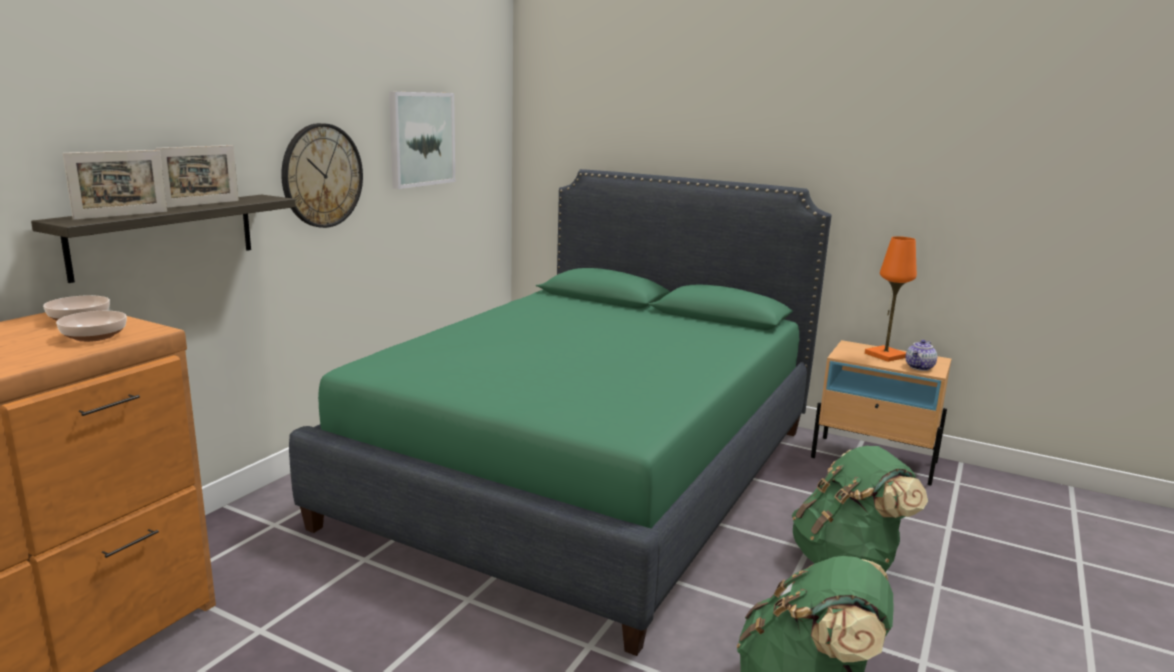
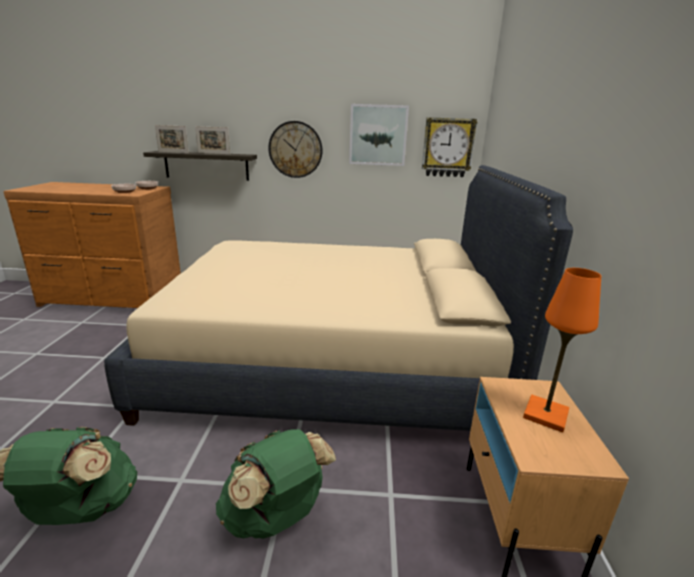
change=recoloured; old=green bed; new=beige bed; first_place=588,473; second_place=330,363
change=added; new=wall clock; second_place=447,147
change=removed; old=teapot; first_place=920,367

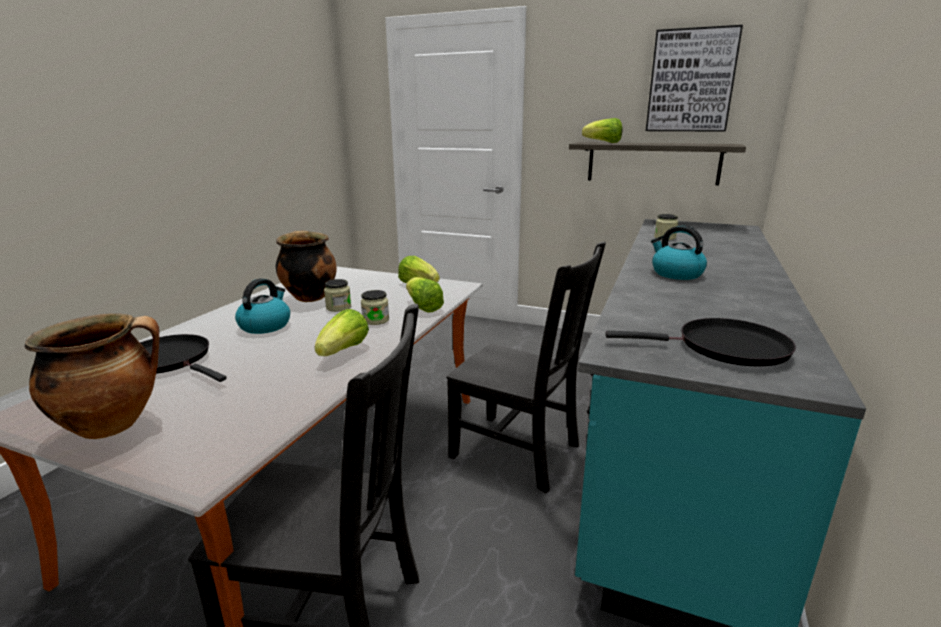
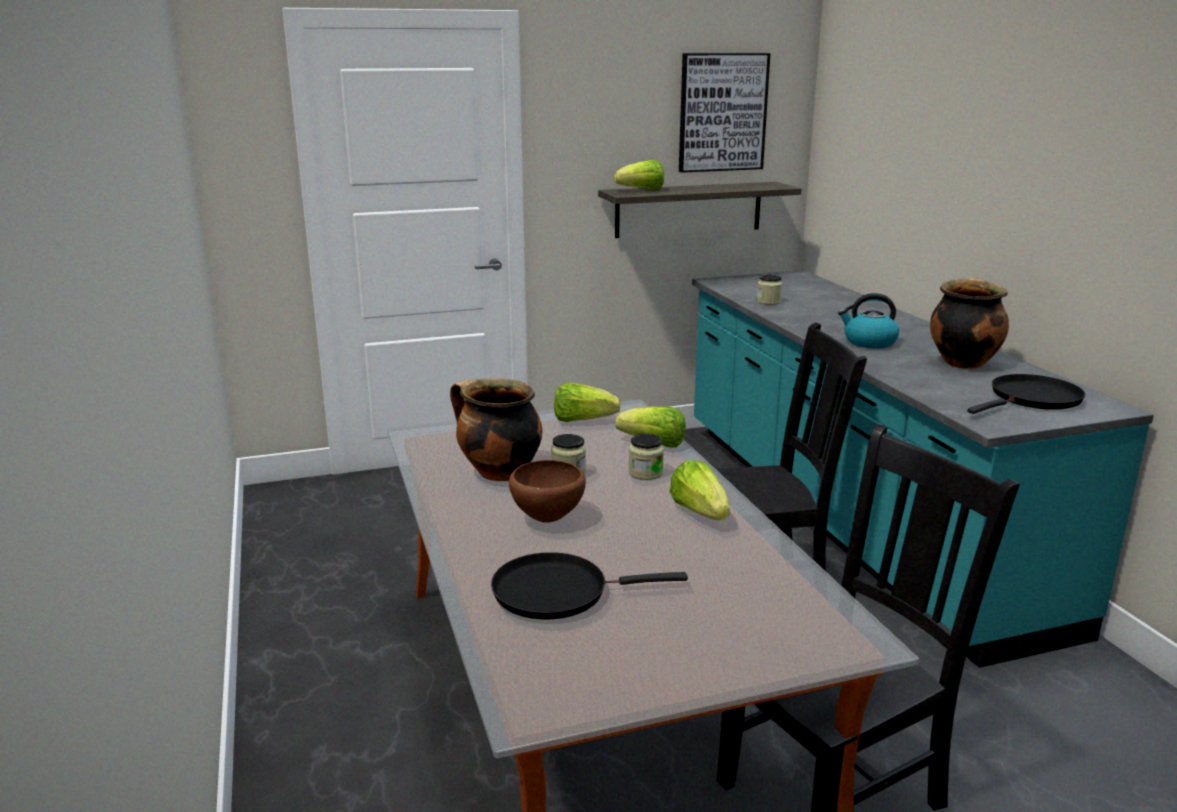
change=replaced; old=kettle; new=brown bowl; first_place=265,325; second_place=547,520
change=moved; old=cooking pot; first_place=113,424; second_place=962,362

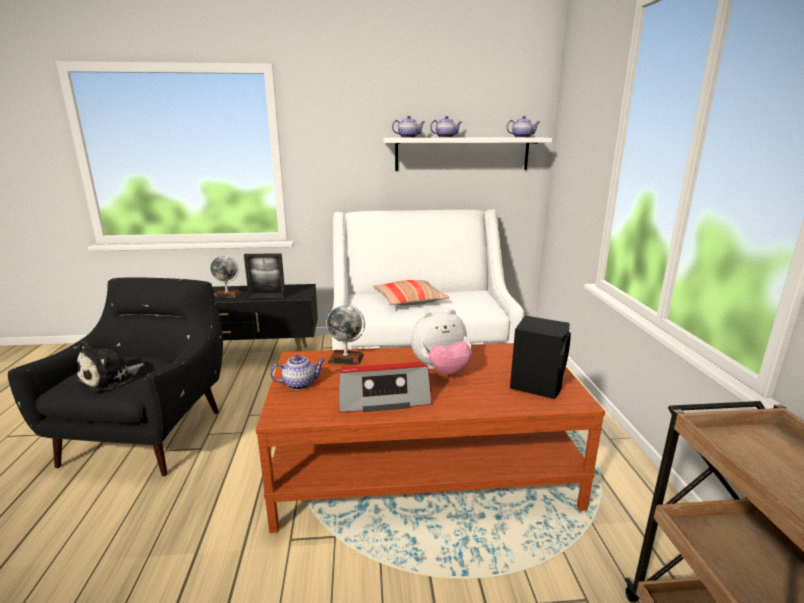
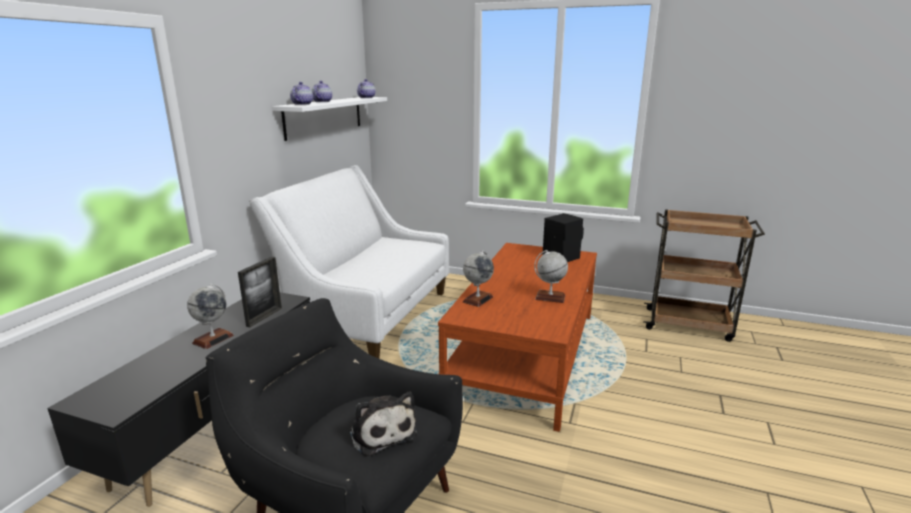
change=replaced; old=radio; new=globe; first_place=383,398; second_place=550,297
change=removed; old=teapot; first_place=300,384
change=removed; old=pillow; first_place=409,300
change=removed; old=plush toy; first_place=441,370

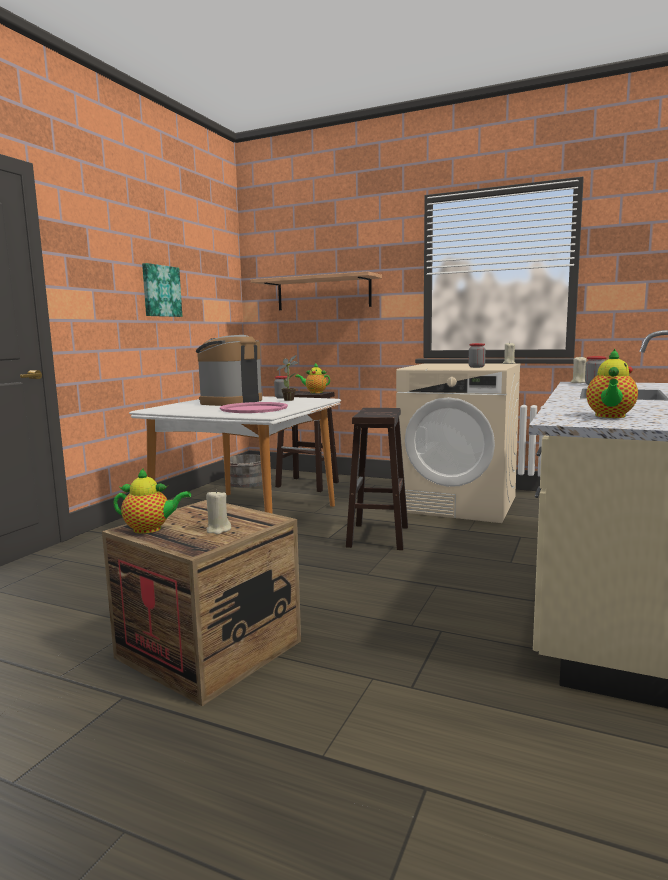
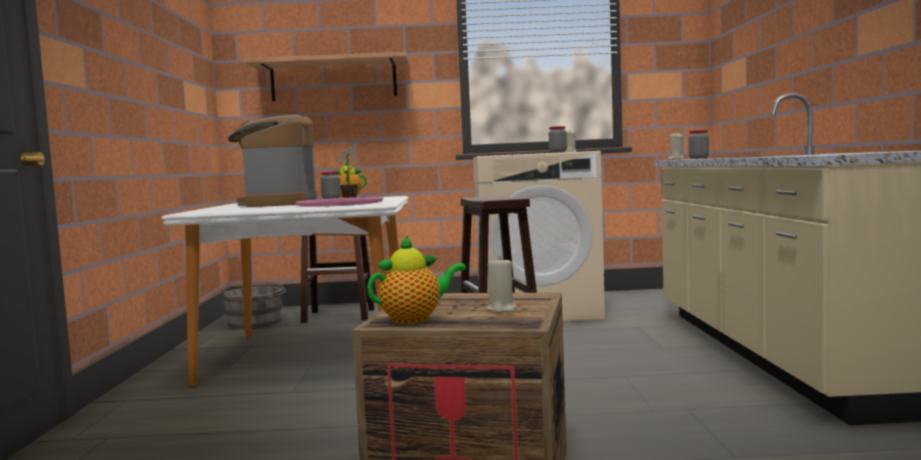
change=removed; old=picture; first_place=161,291
change=removed; old=teapot; first_place=610,416

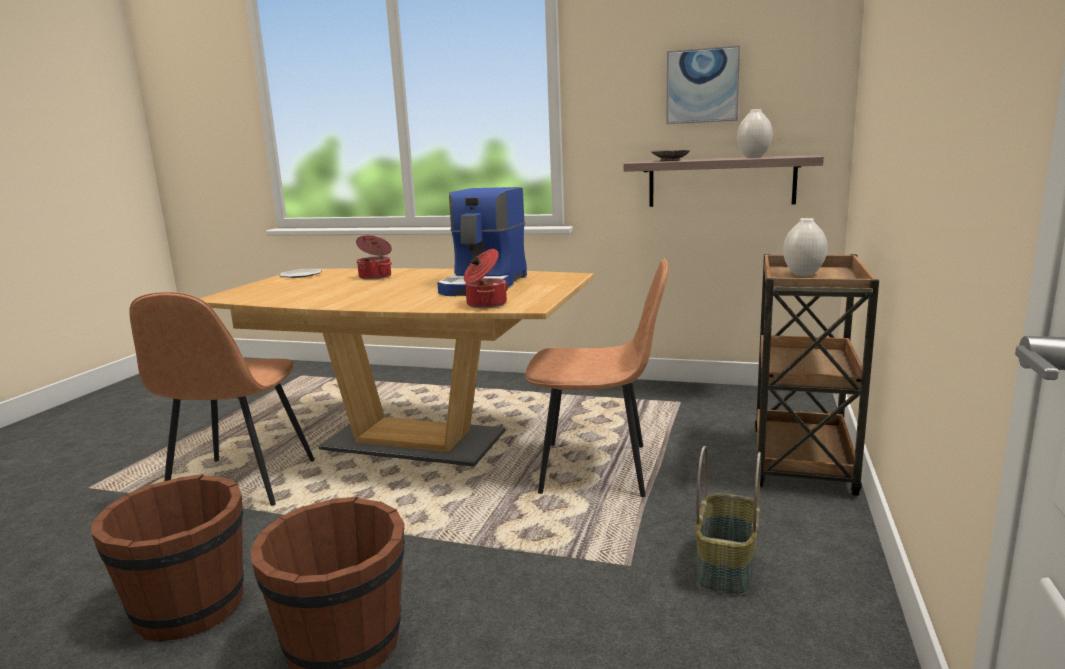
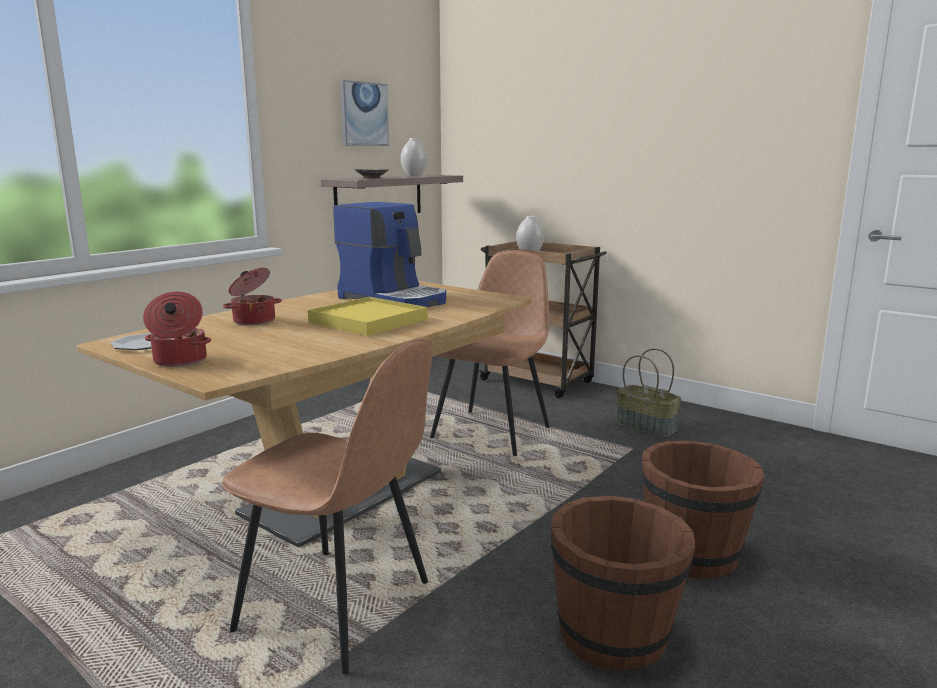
change=moved; old=cooking pot; first_place=485,304; second_place=179,361
change=added; new=yellow tray; second_place=368,321

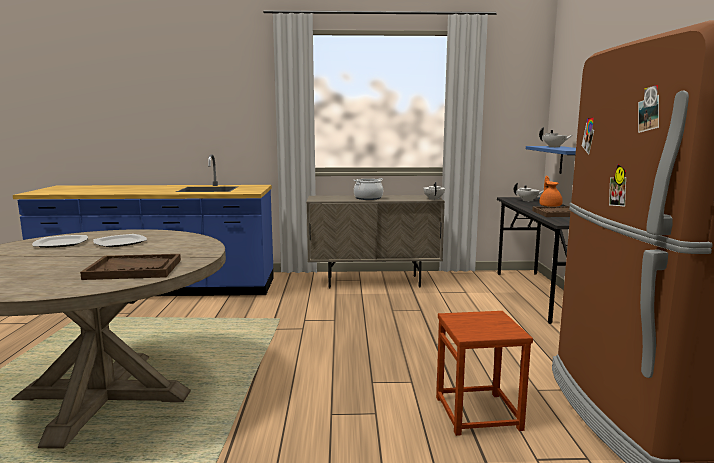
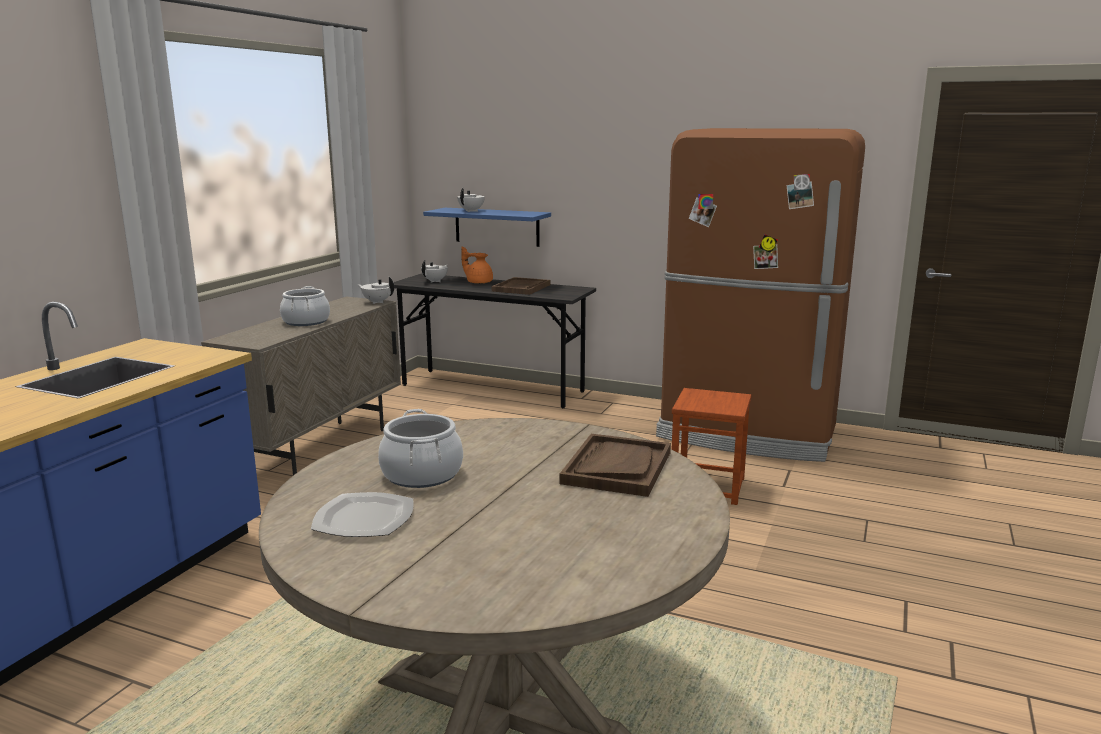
change=replaced; old=plate; new=cooking pot; first_place=120,242; second_place=421,474

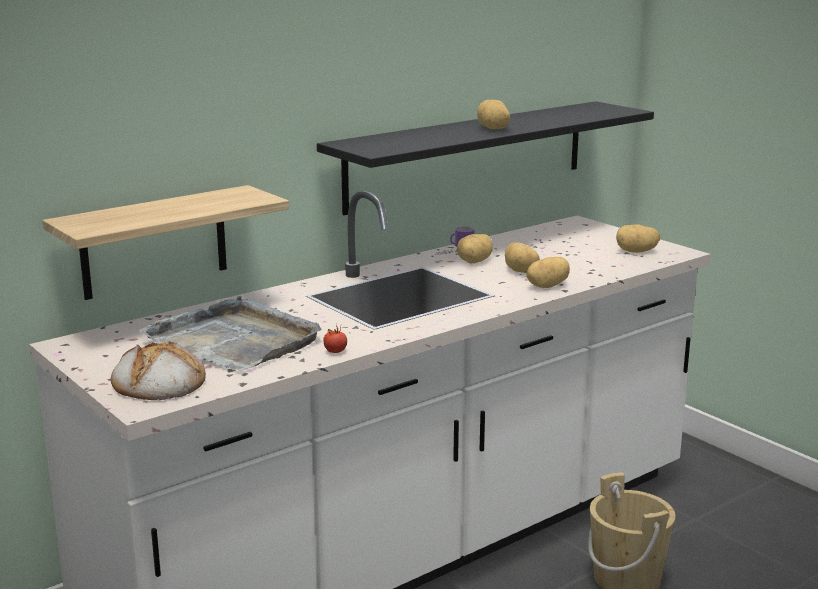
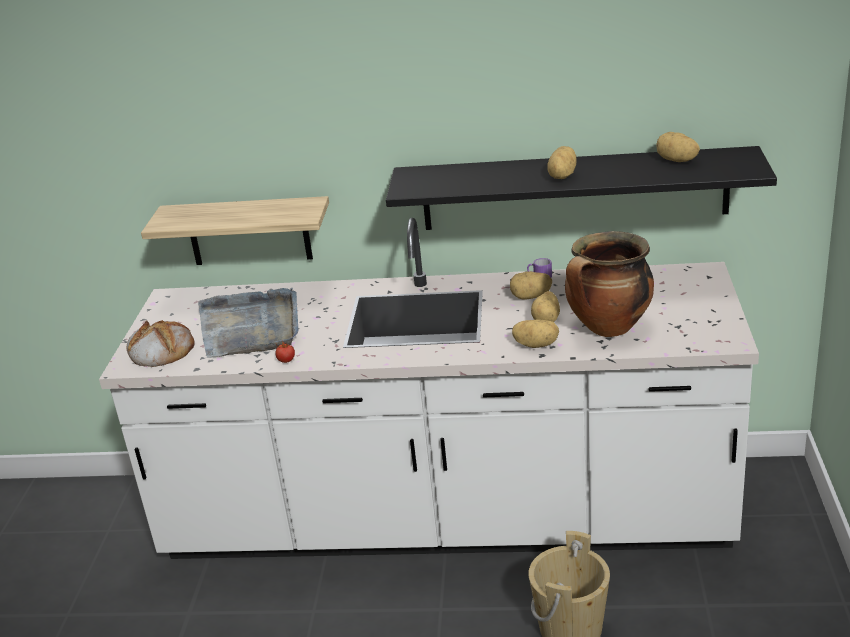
change=added; new=cooking pot; second_place=608,328
change=moved; old=potato; first_place=636,252; second_place=676,161

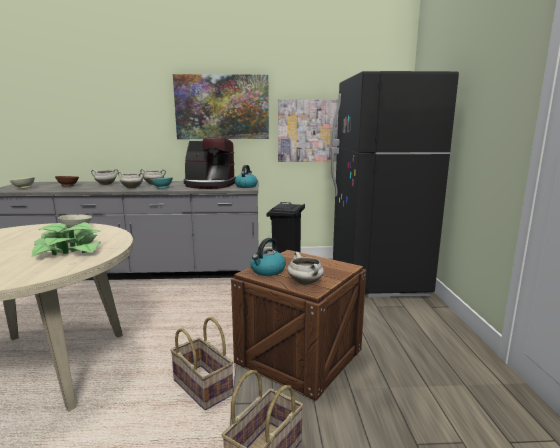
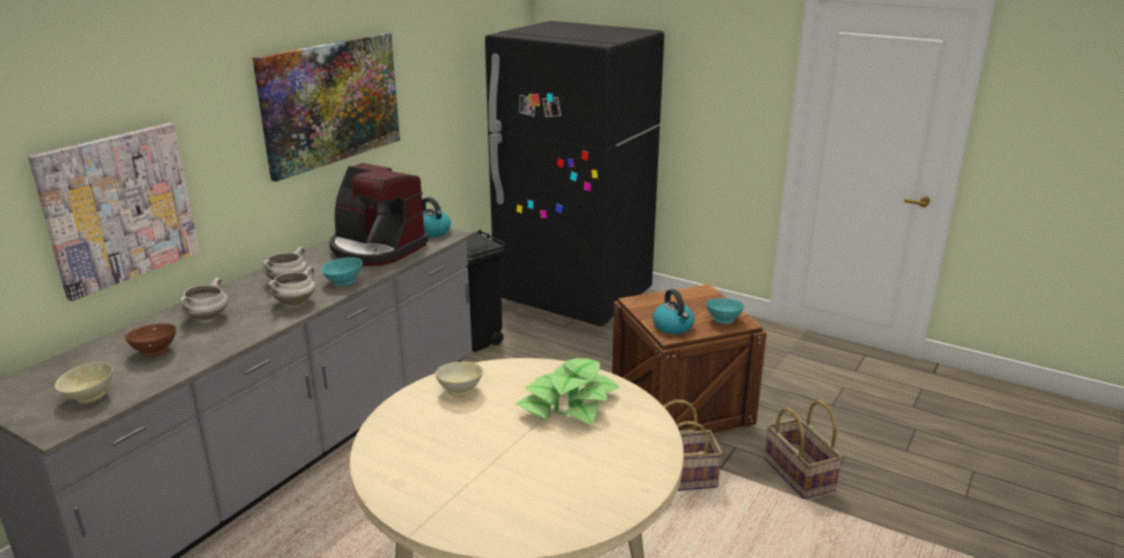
change=moved; old=picture; first_place=307,130; second_place=119,208
change=turned; old=coffee machine; first_place=209,185; second_place=376,248; degrees=75
change=replaced; old=white cooking pot; new=turquoise bowl; first_place=306,283; second_place=724,320

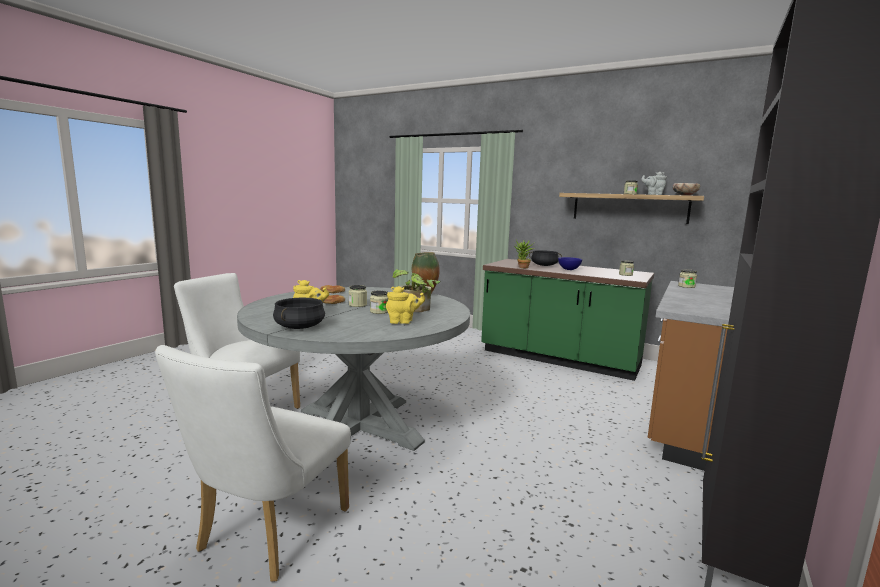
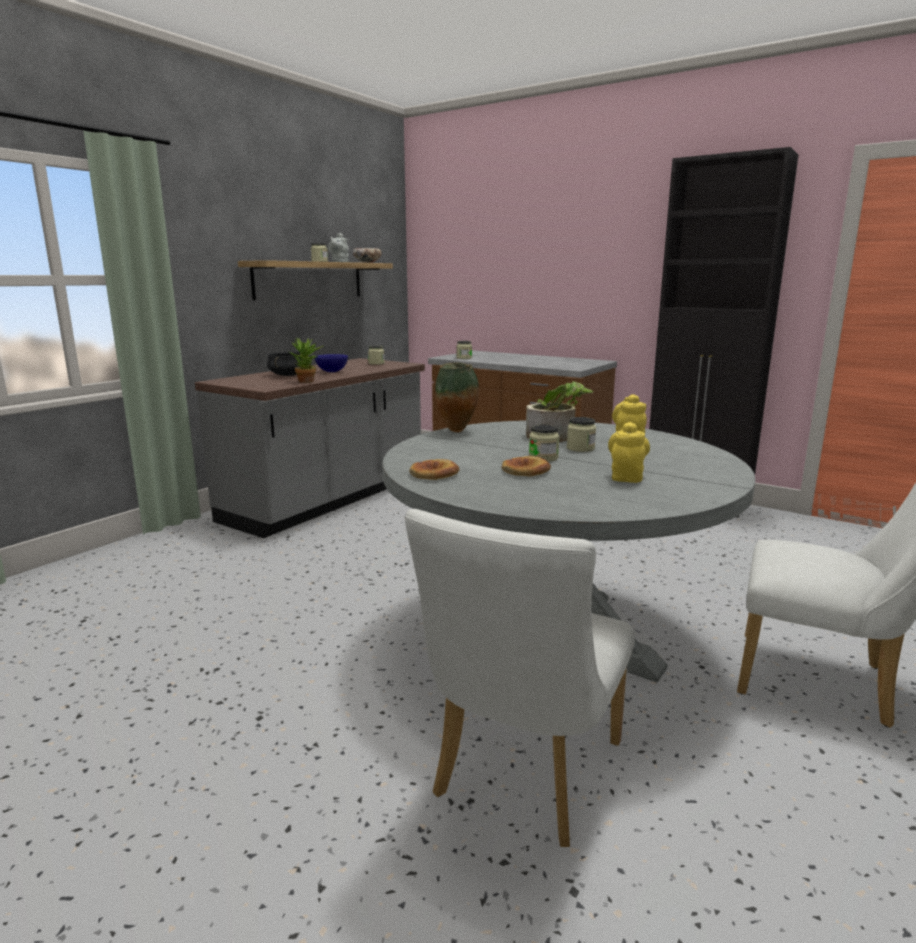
change=recoloured; old=green counter; new=grey counter; first_place=559,359; second_place=328,500
change=removed; old=black cooking pot; first_place=300,327

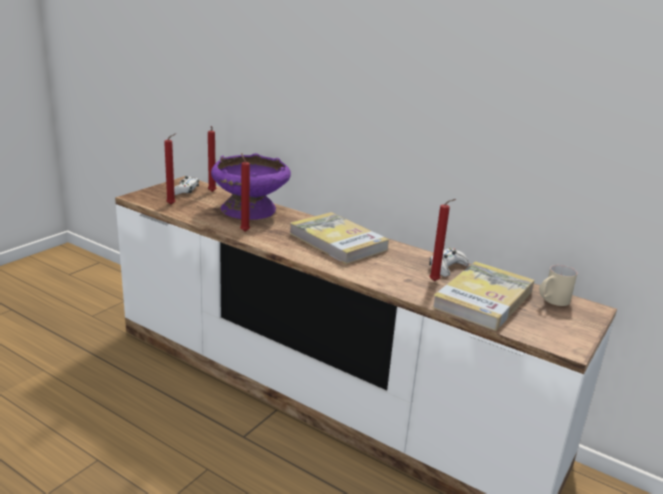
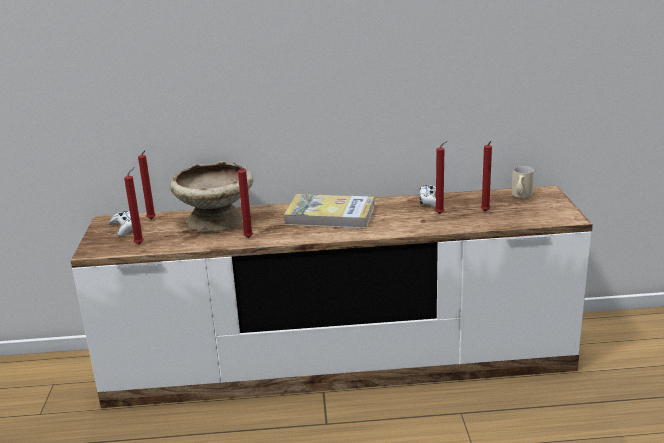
change=recoloured; old=purple bowl; new=beige bowl; first_place=250,209; second_place=216,220
change=replaced; old=book; new=red candle; first_place=483,299; second_place=485,212

